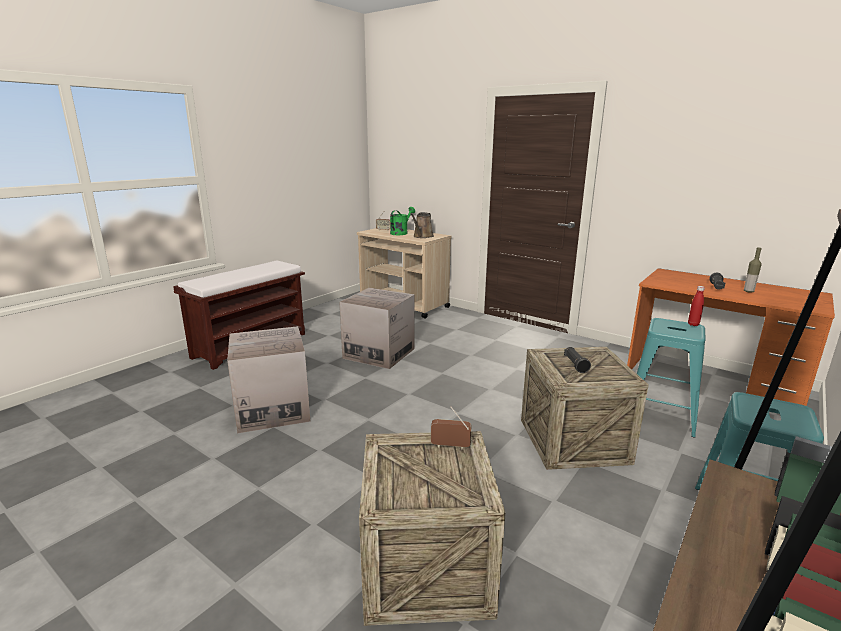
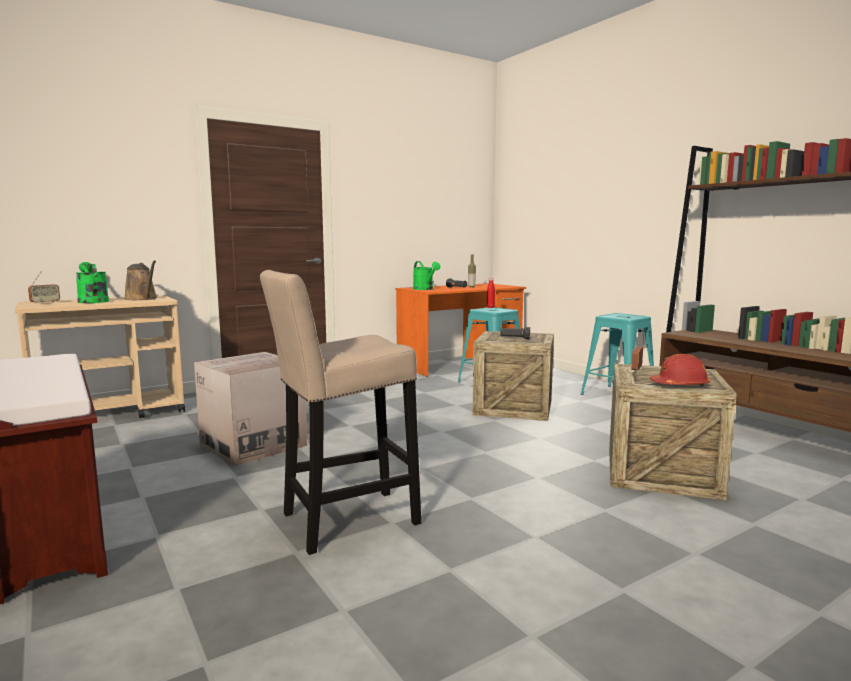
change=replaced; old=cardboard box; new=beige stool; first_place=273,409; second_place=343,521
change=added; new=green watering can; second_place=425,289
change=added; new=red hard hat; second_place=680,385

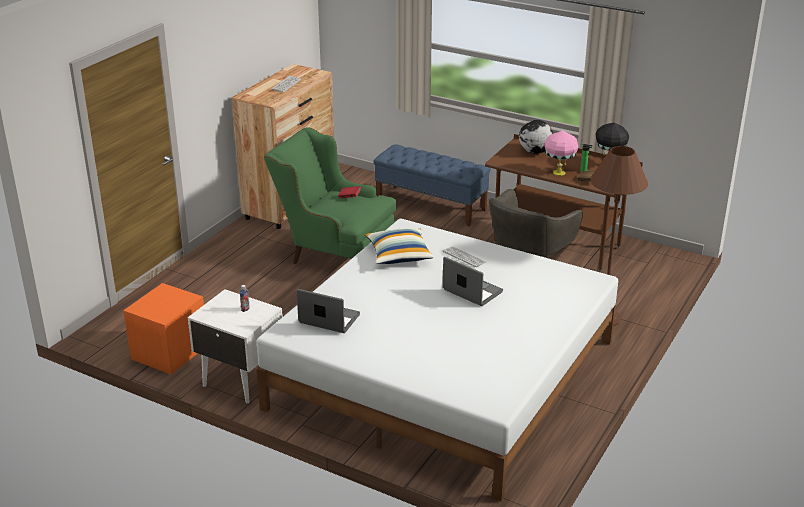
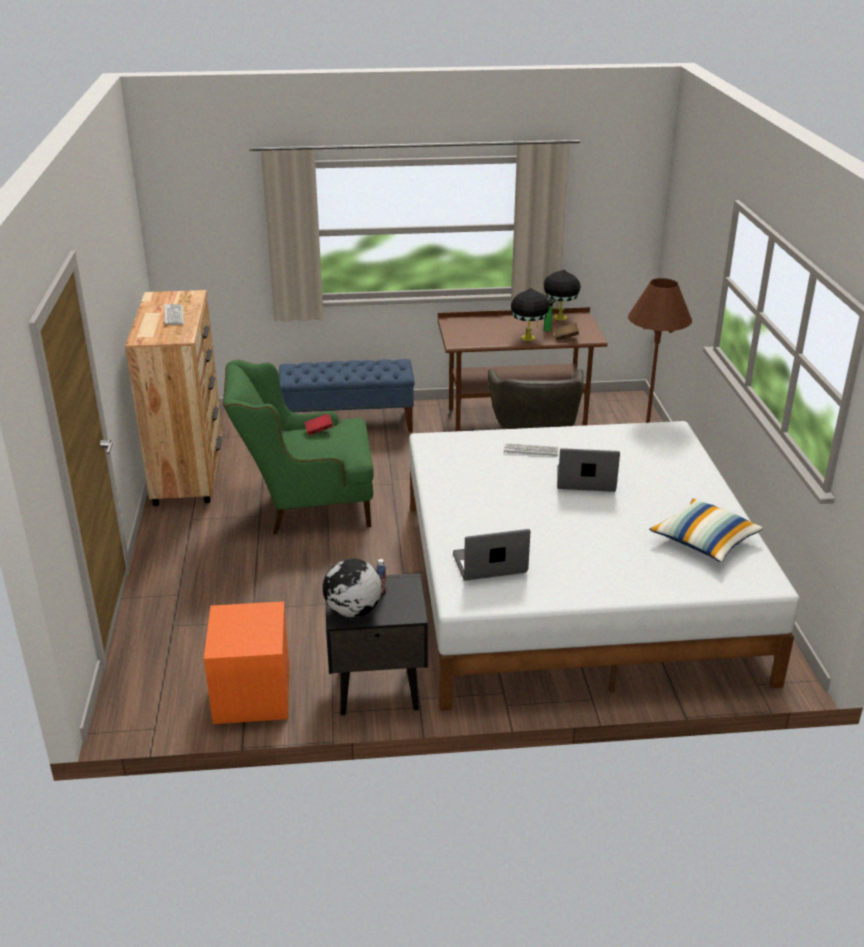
change=moved; old=globe; first_place=534,152; second_place=352,611
change=recoloured; old=white nightstand; new=black nightstand; first_place=240,379; second_place=376,687
change=recoloured; old=pink table lamp; new=black table lamp; first_place=559,173; second_place=528,338
change=moved; old=pillow; first_place=398,255; second_place=704,541

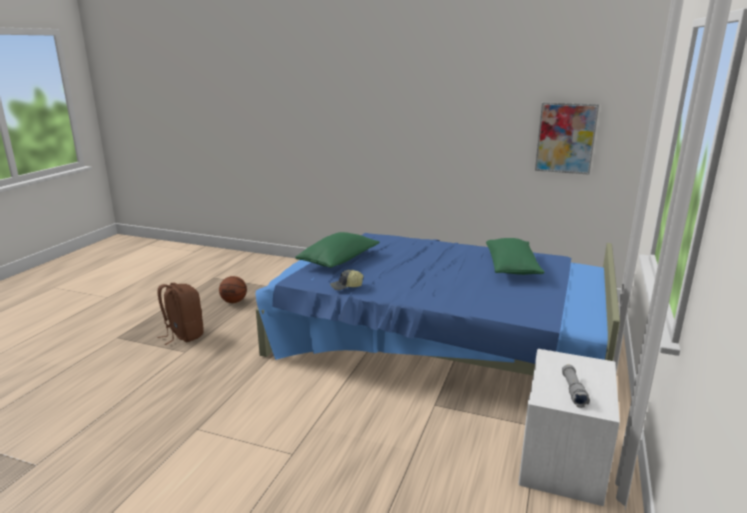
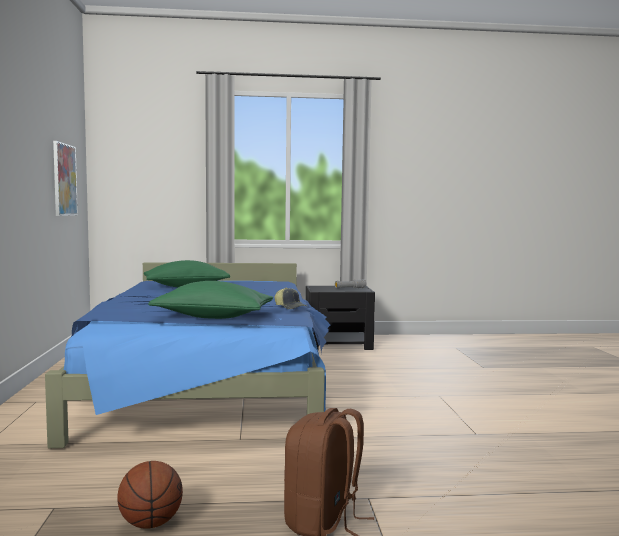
change=recoloured; old=white nightstand; new=black nightstand; first_place=562,460; second_place=338,344

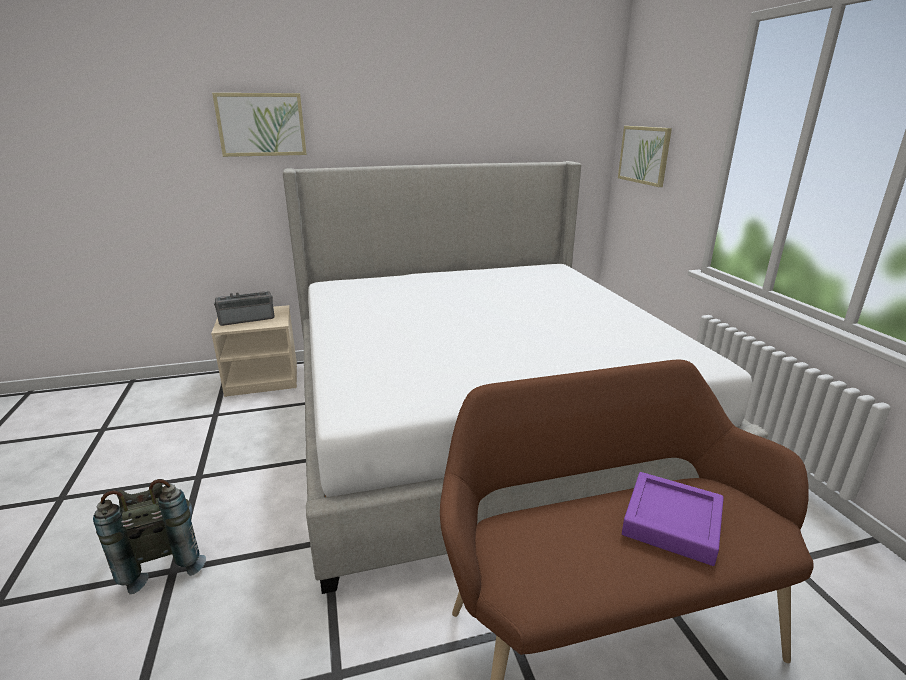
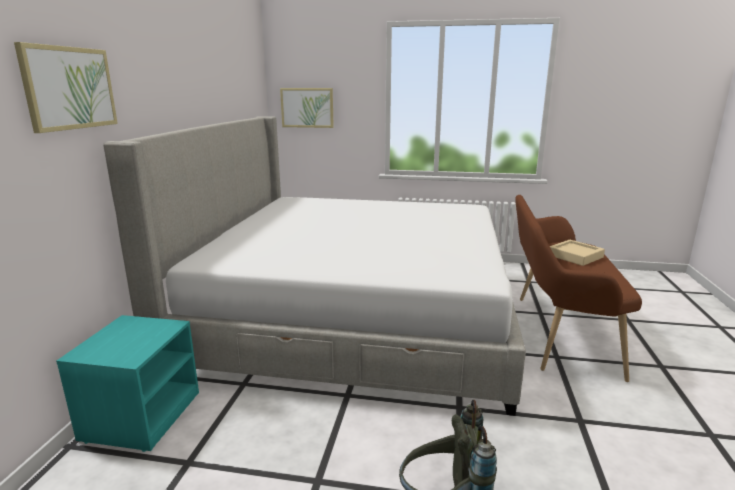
change=recoloured; old=beige nightstand; new=turquoise nightstand; first_place=263,379; second_place=141,415
change=recoloured; old=purple tray; new=beige tray; first_place=671,522; second_place=575,256
change=removed; old=radio; first_place=247,319

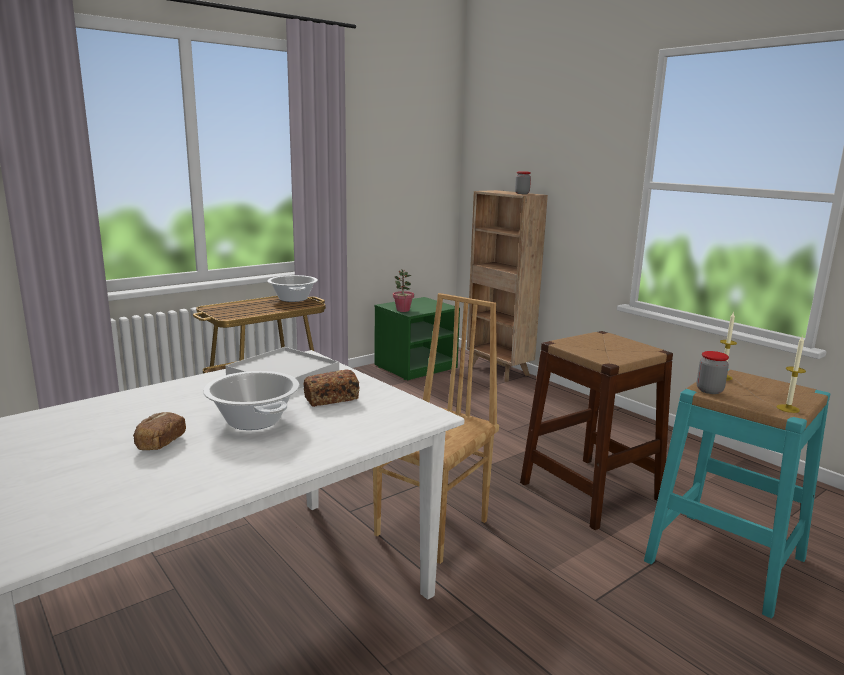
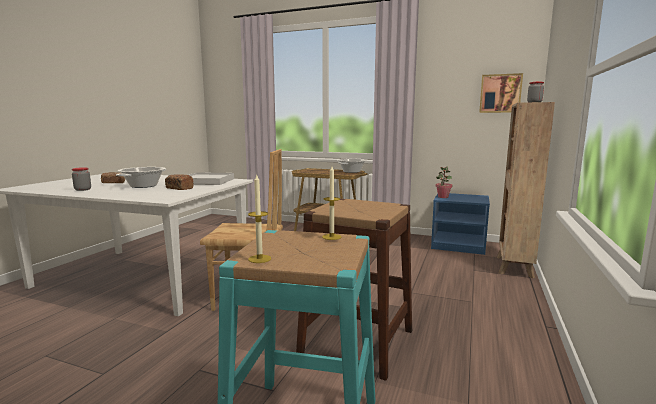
change=moved; old=jar; first_place=709,390; second_place=82,189
change=recoloured; old=green nightstand; new=blue nightstand; first_place=416,366; second_place=459,245
change=added; new=picture; second_place=500,93

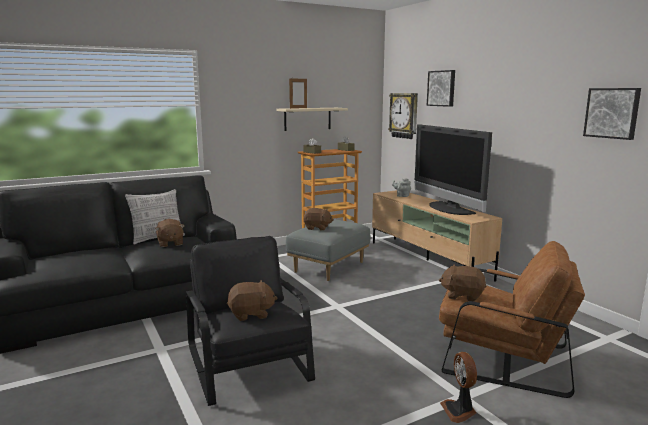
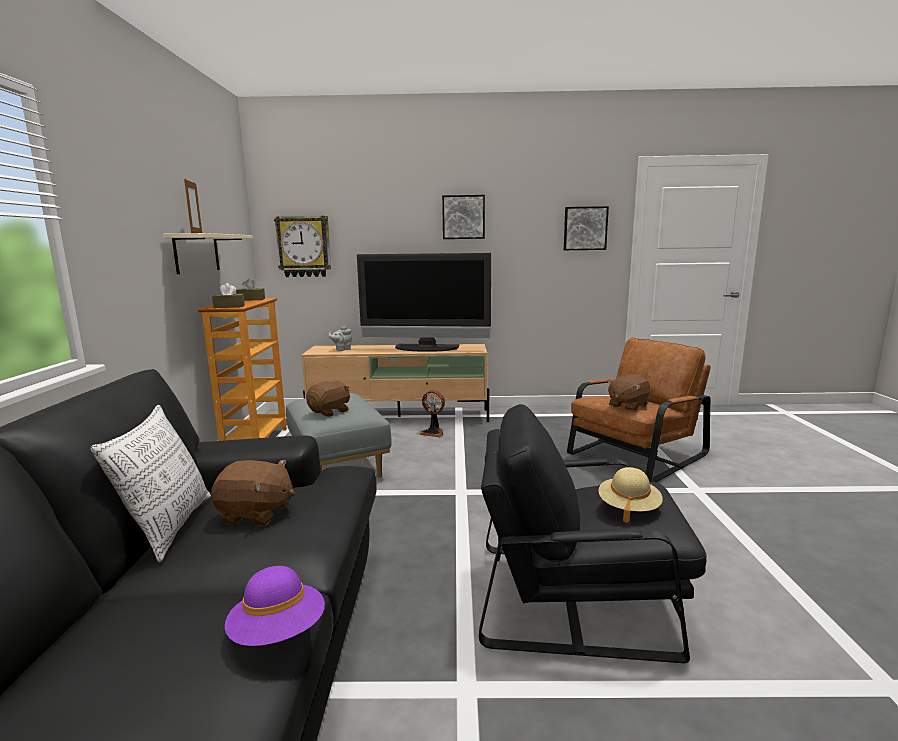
change=added; new=purple hat; second_place=278,633
change=moved; old=fan; first_place=459,411; second_place=433,432
change=moved; old=picture; first_place=442,88; second_place=463,217
change=replaced; old=brown plush toy; new=beige hat; first_place=251,314; second_place=628,508

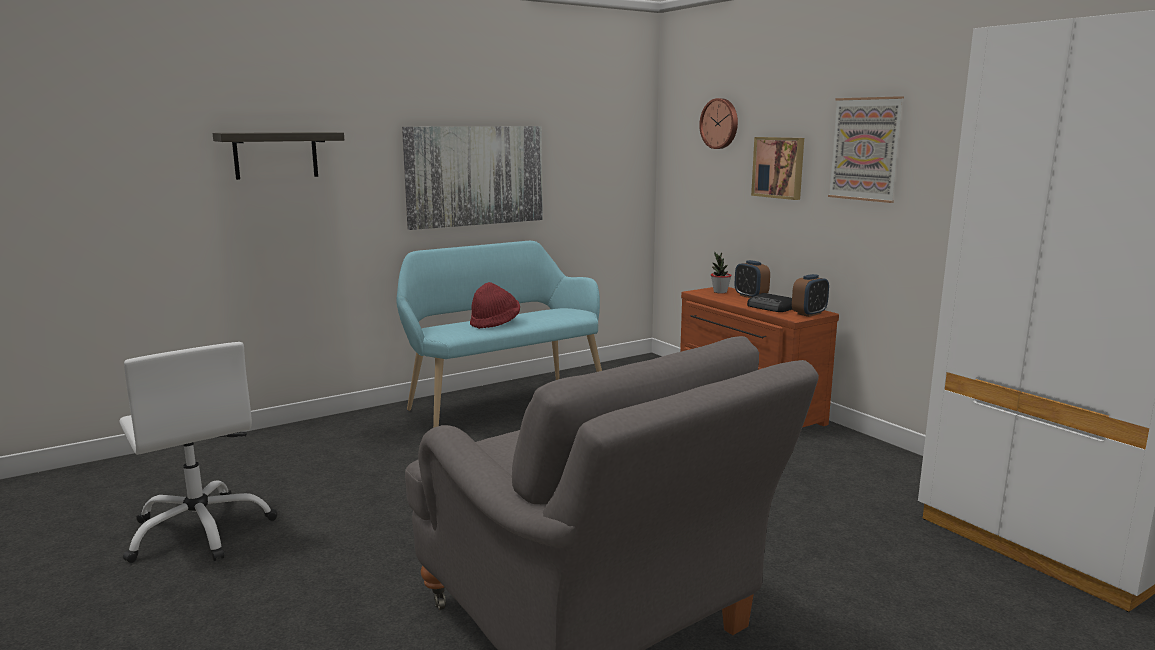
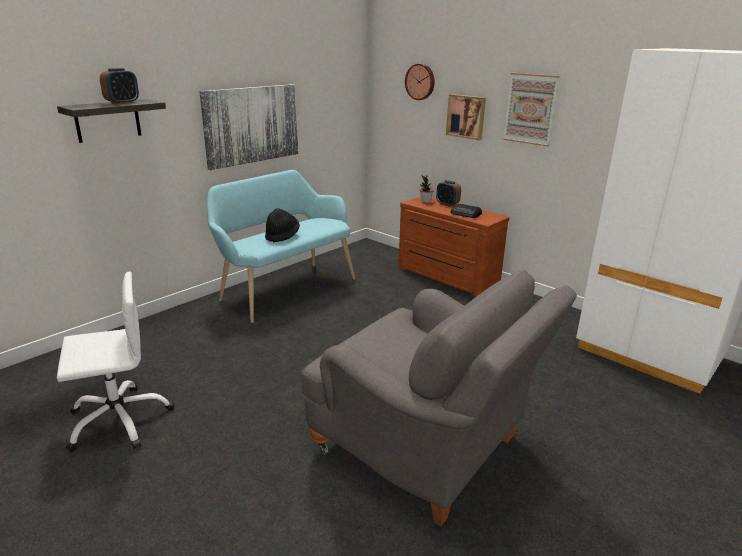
change=turned; old=white office chair; first_place=200,530; second_place=119,420; degrees=-60
change=moved; old=alarm clock; first_place=809,314; second_place=122,103
change=recoloured; old=red hat; new=black hat; first_place=495,323; second_place=282,236

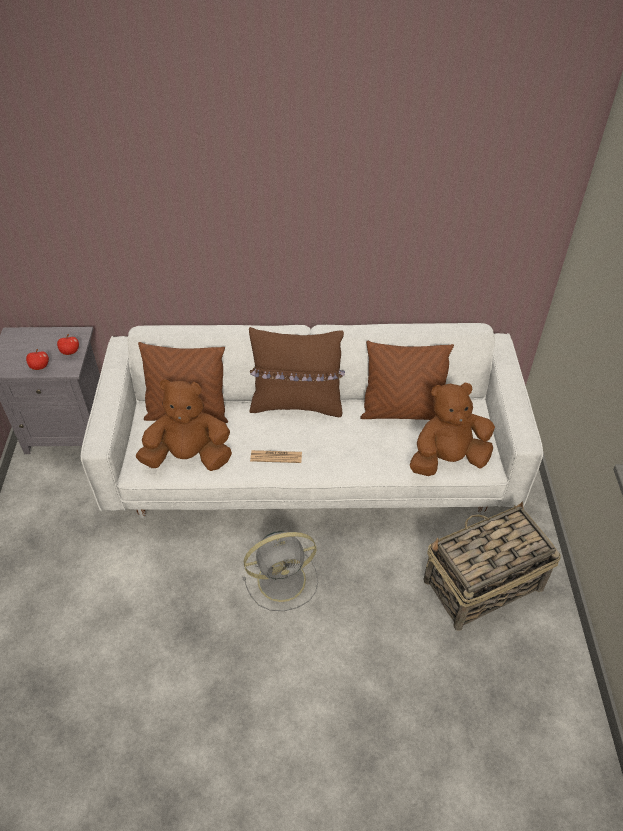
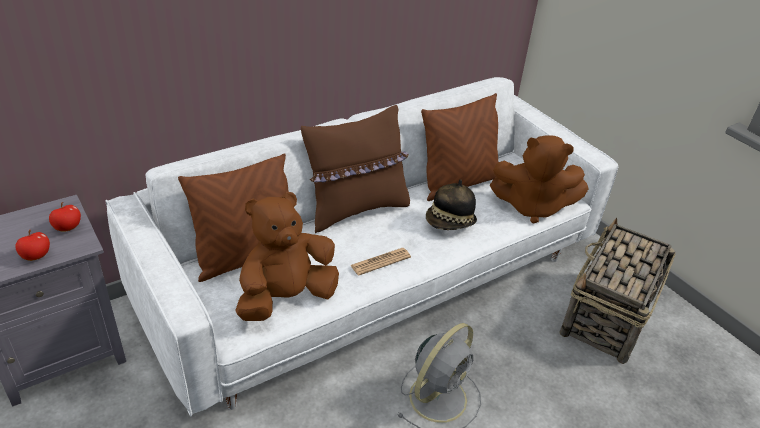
change=added; new=hat; second_place=450,223
change=turned; old=brown plush toy; first_place=447,459; second_place=532,206; degrees=-120

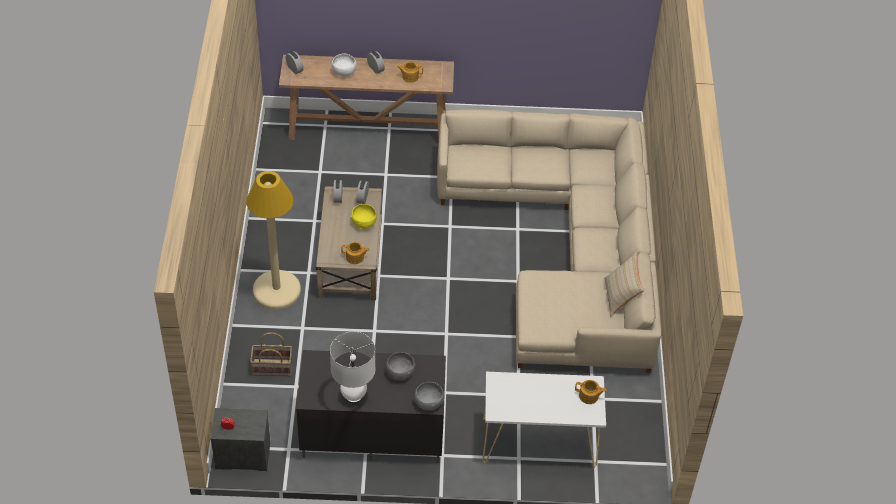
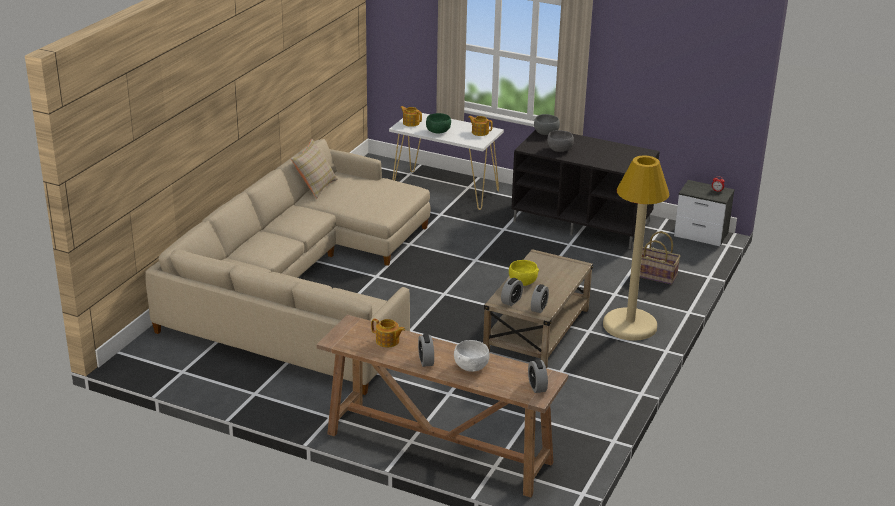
change=added; new=green bowl; second_place=438,131
change=moved; old=teapot; first_place=355,257; second_place=480,132
change=removed; old=white table lamp; first_place=354,397

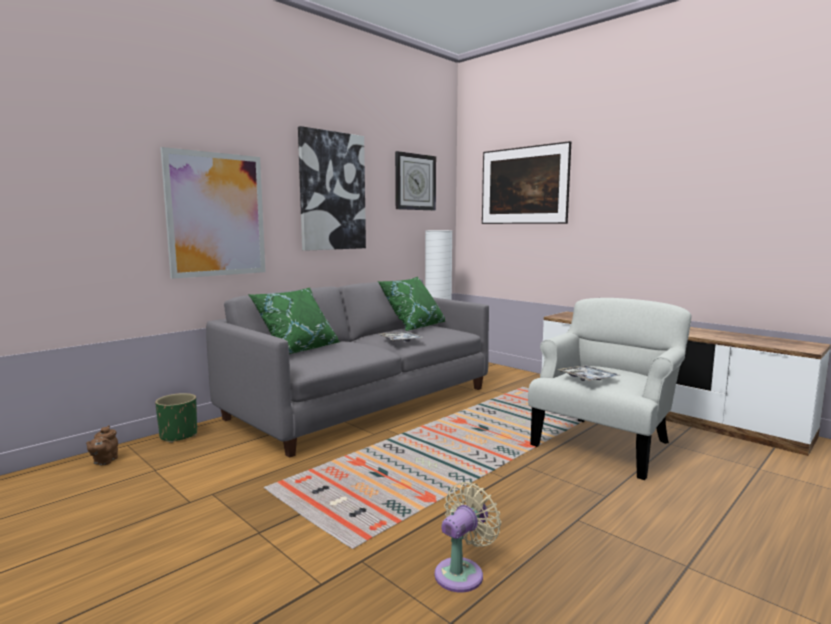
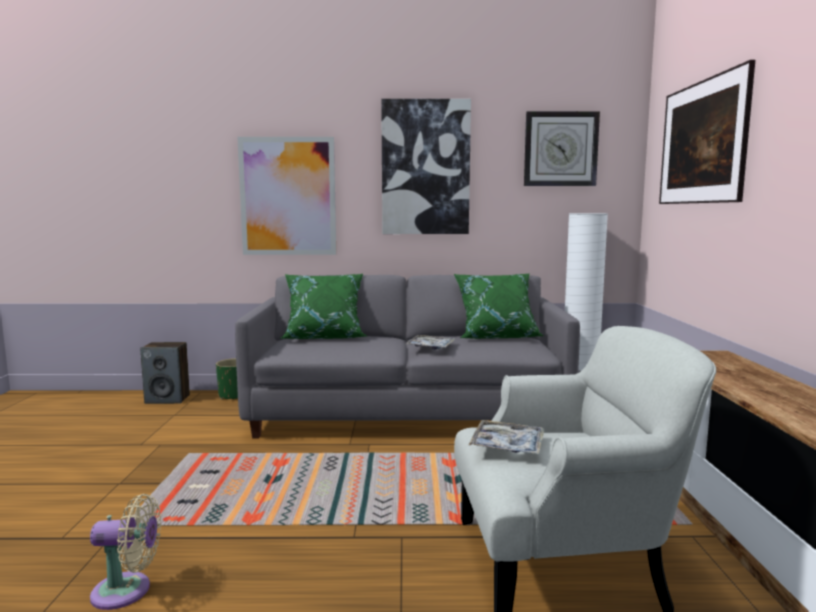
change=replaced; old=brown teapot; new=speaker; first_place=104,461; second_place=168,399

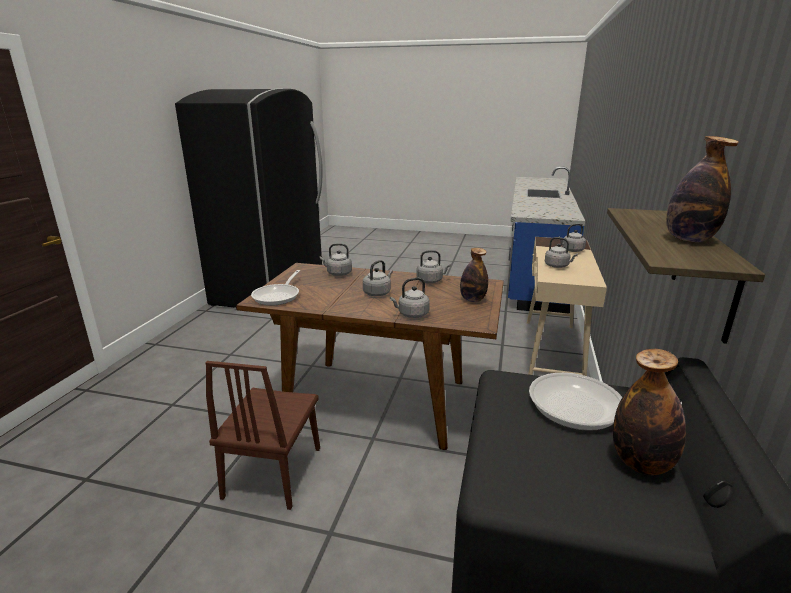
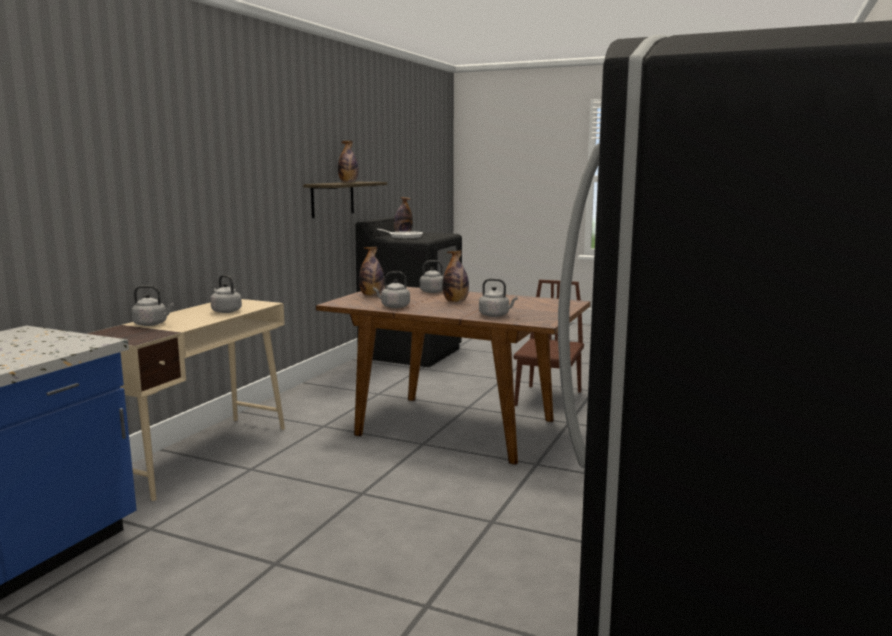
change=replaced; old=grey kettle; new=bottle; first_place=378,293; second_place=455,302
change=removed; old=frying pan; first_place=278,296

